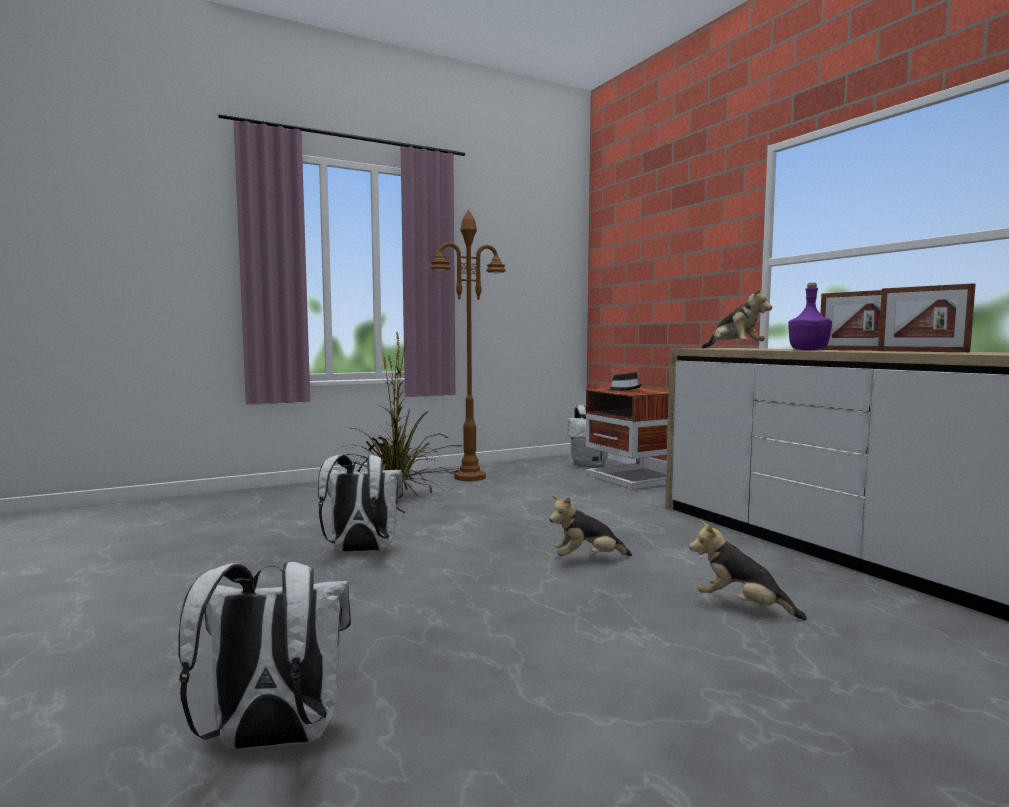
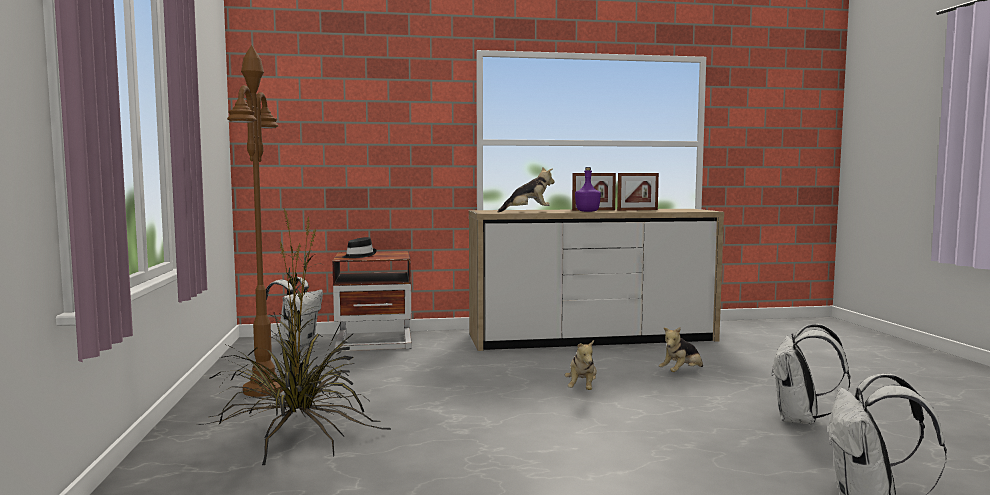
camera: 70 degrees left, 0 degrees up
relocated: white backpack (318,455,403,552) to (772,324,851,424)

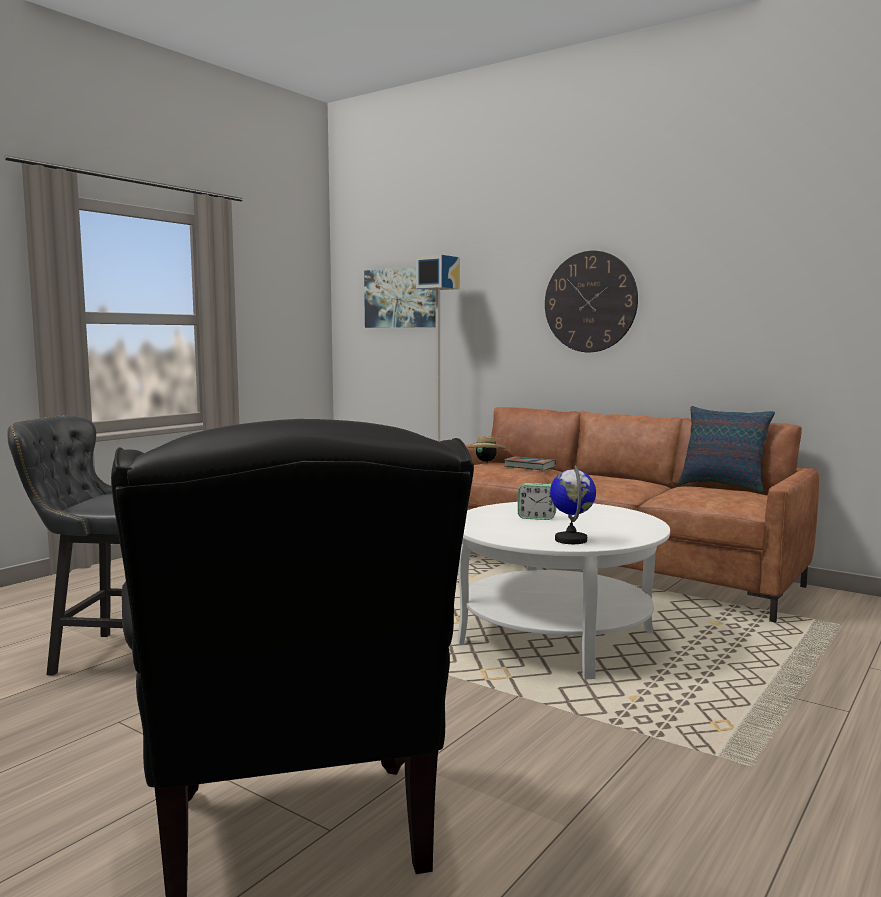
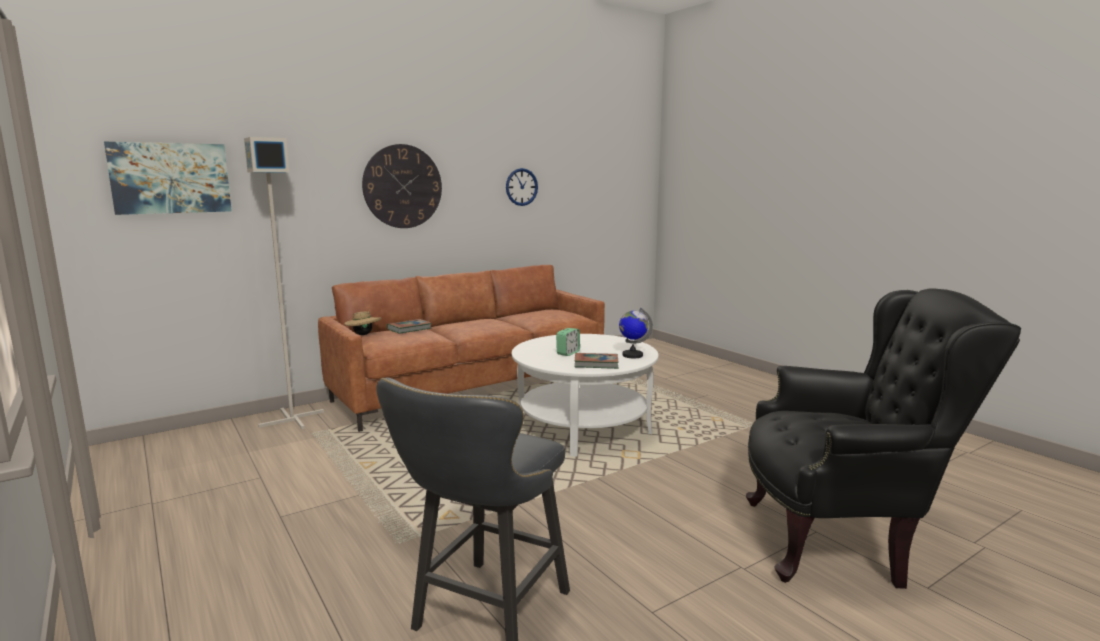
camera: 70 degrees left, 5 degrees up
missing: blue pillow (678,406,775,493)
appeared: wall clock (506,168,538,206); book (575,353,619,369)

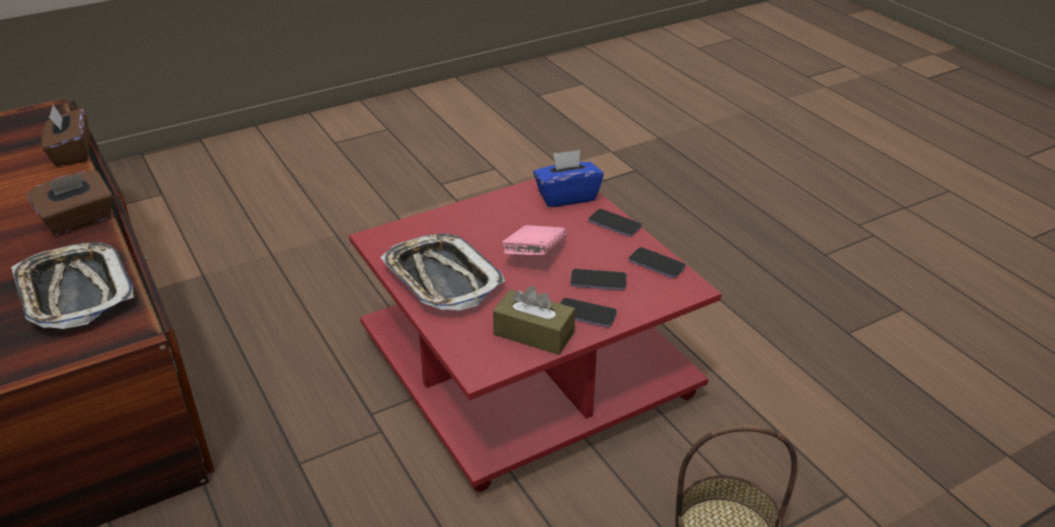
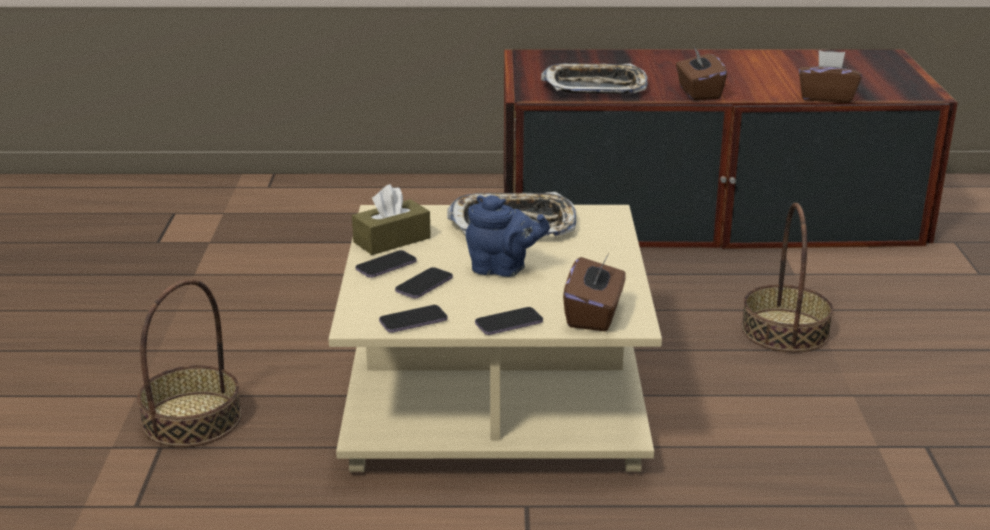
camera: 120 degrees right, 10 degrees down
appeared: basket (741,203,833,353)
exchanged: pink book (501,225,567,255) to blue teapot (466,195,550,277)
colour: blue tissue box (533,150,604,207) to brown tissue box (563,255,626,331); red coffee table (349,179,722,492) to beige coffee table (328,205,662,472)

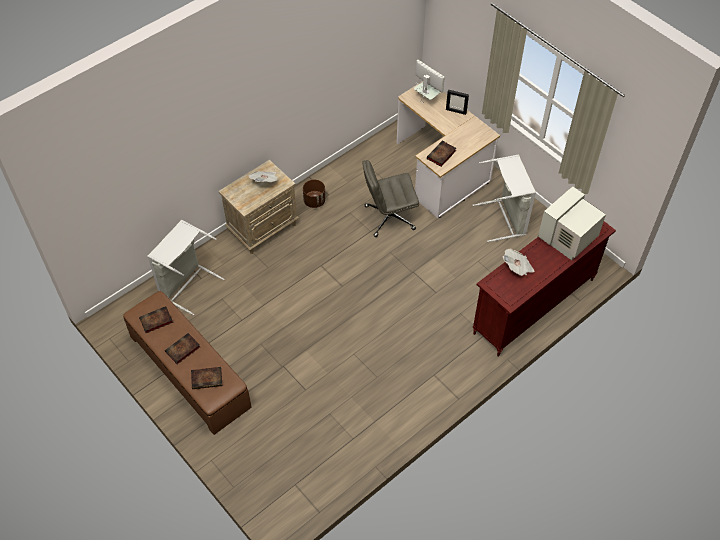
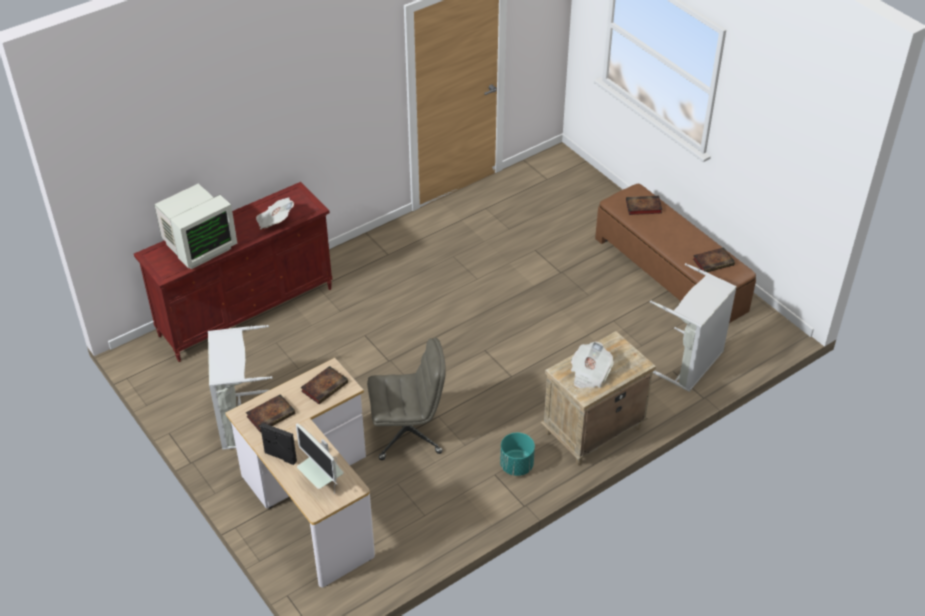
camera: 175 degrees left, 10 degrees down
relocated: book (165,333,200,364) to (246,394,295,433)
colour: brown planter (303,179,326,208) to turquoise planter (500,433,535,476)

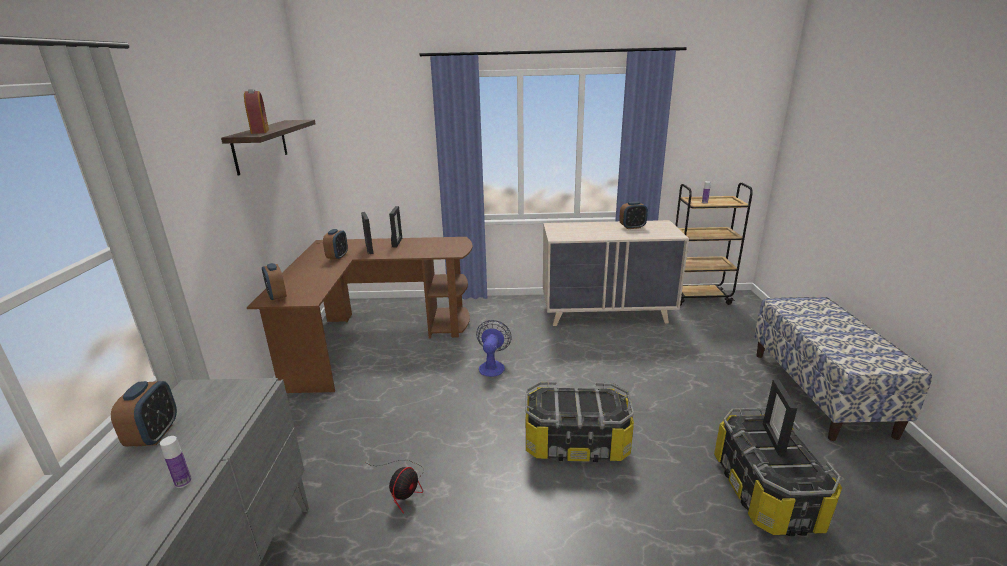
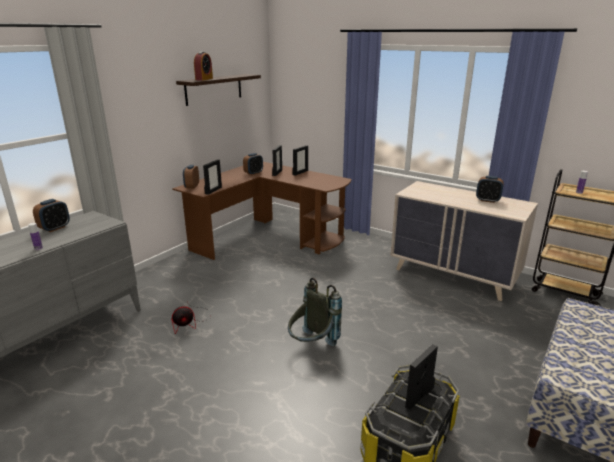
camera: 35 degrees right, 0 degrees up
missing: fan (476,320,512,377)
appeared: picture frame (203,160,222,195)
exchanged: storage box (525,382,634,462) to grey backpack (288,278,342,346)

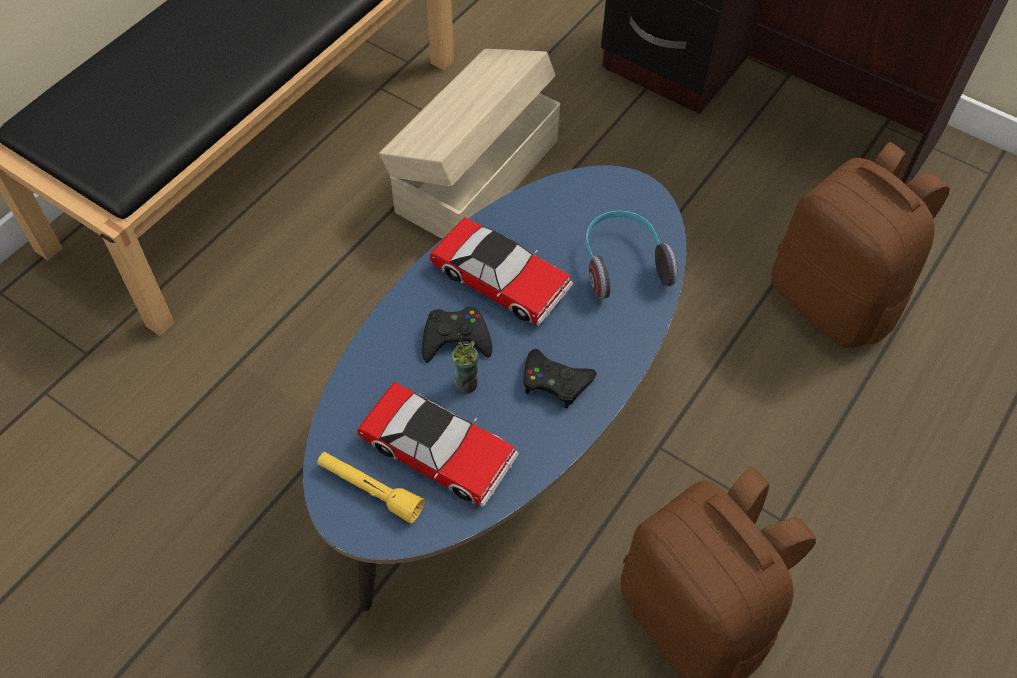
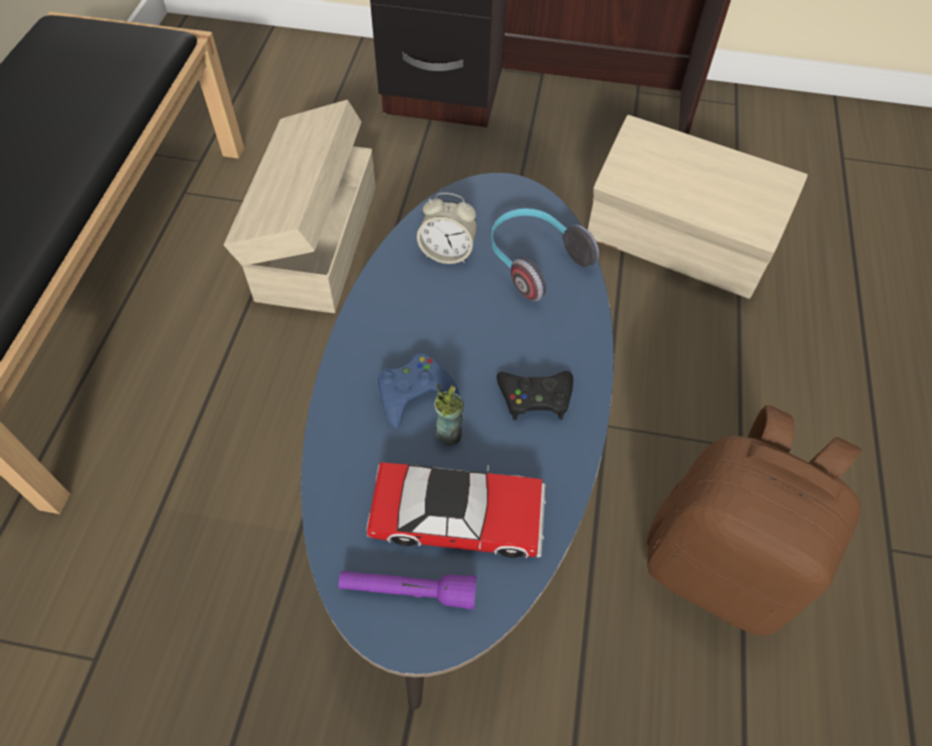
camera: 25 degrees left, 0 degrees up
missing: toy car (429,217,573,326)
appeared: alarm clock (417,193,477,264)
exchanged: brown backpack (771,142,950,348) to beige storage box (588,115,808,299)
colour: black game controller (422,307,492,363) to blue game controller (377,353,459,429); yellow flashlight (317,452,425,524) to purple flashlight (339,571,477,610)

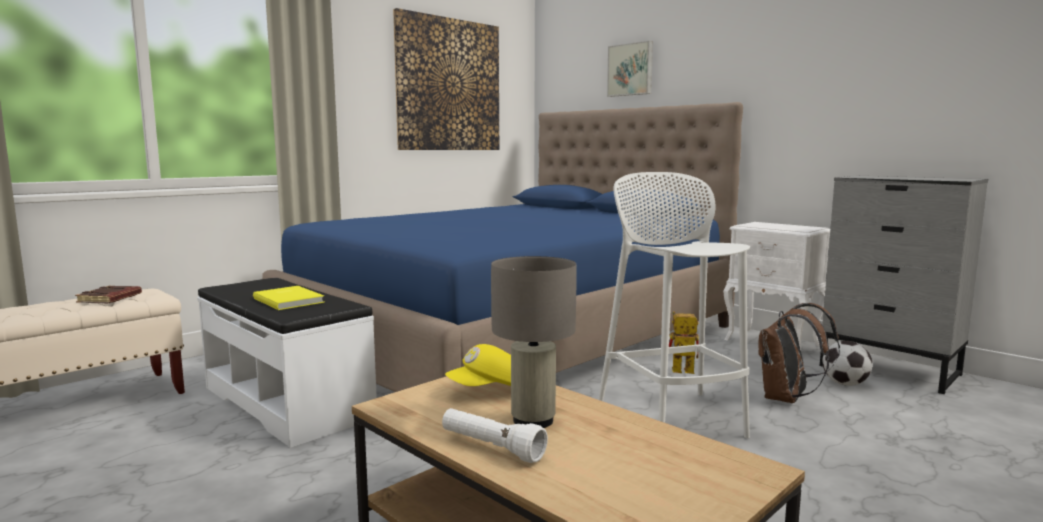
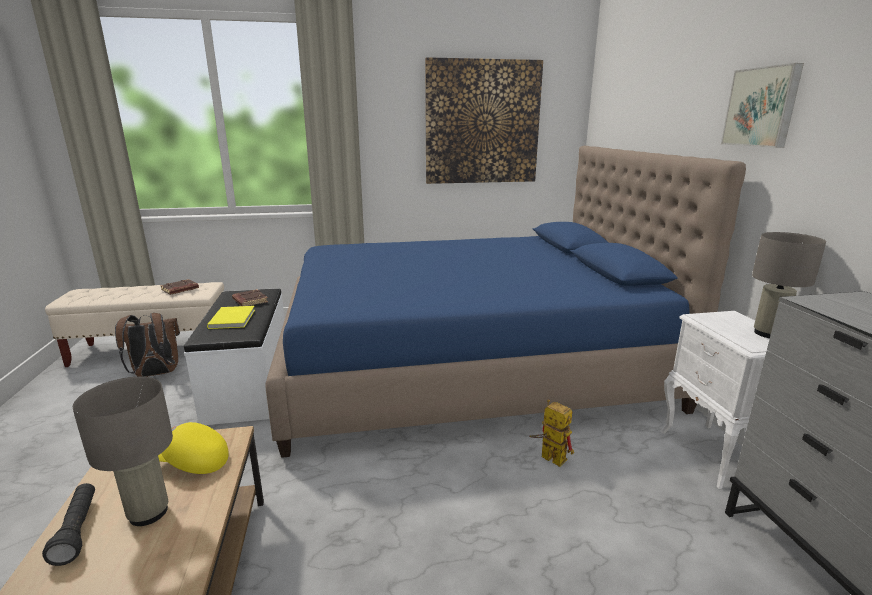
camera: 35 degrees right, 10 degrees up
missing: white stool (598,172,750,438); football (822,341,872,386)
appeared: grey table lamp (752,232,826,338); brown book (232,289,268,306)
relocated: picture (607,41,653,97) to (721,63,804,148); brown backpack (759,303,840,403) to (115,313,180,377)
colour: white flashlight (442,408,548,463) to black flashlight (42,483,95,566)

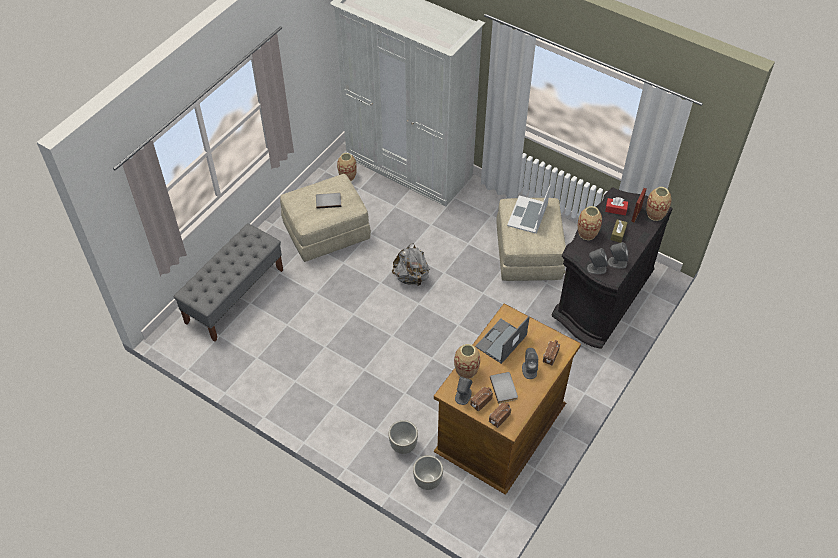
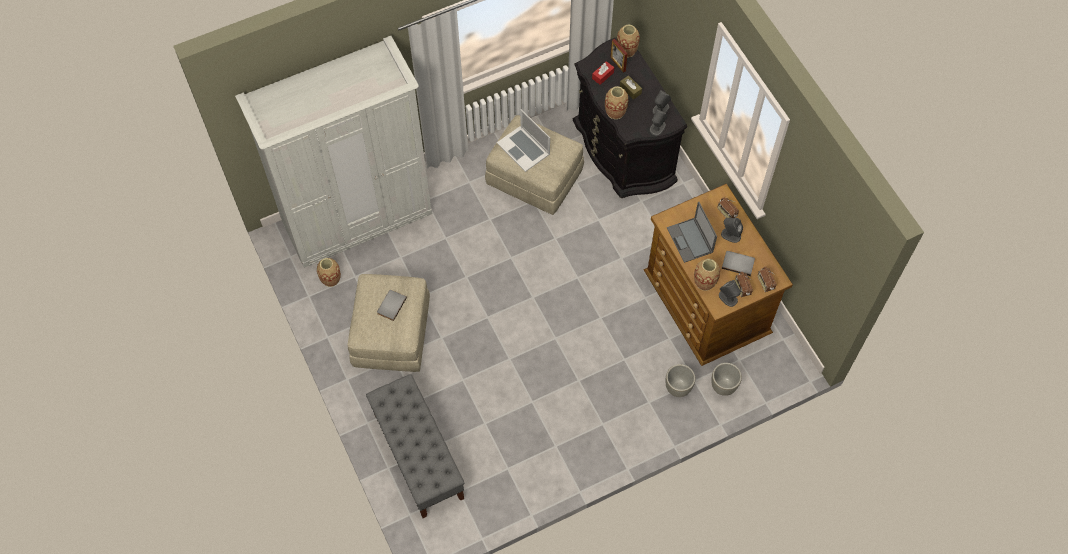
camera: 60 degrees left, 10 degrees up
missing: grey backpack (392,243,430,286)

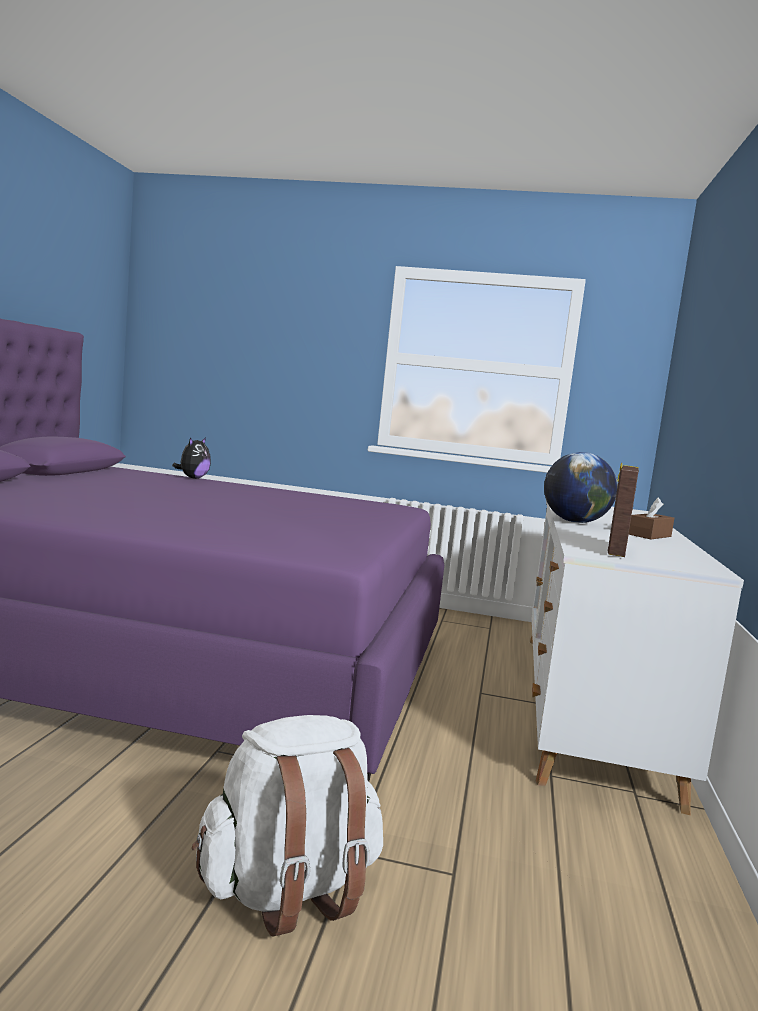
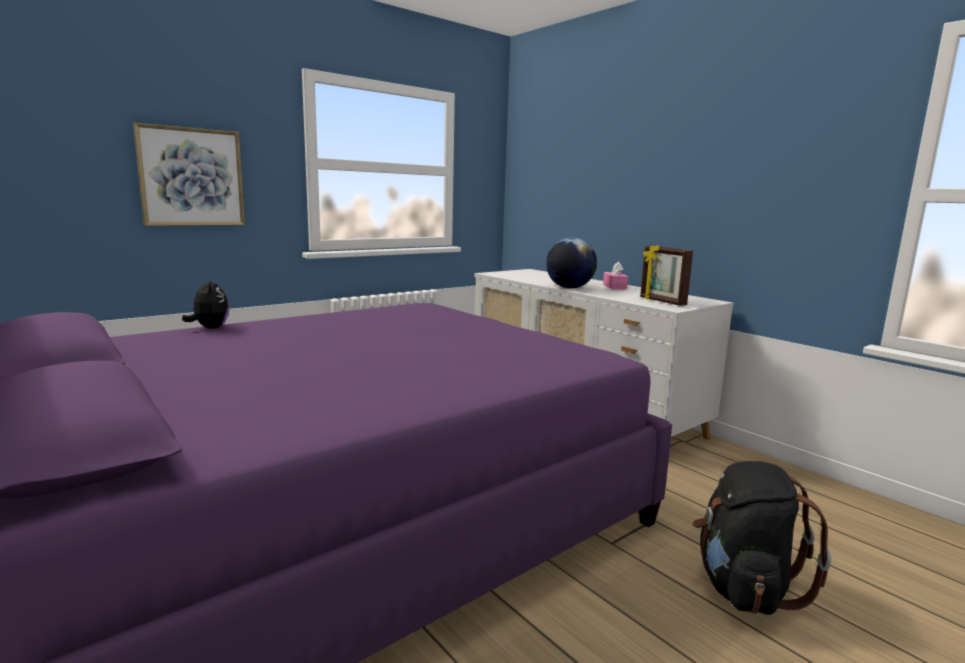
camera: 50 degrees left, 5 degrees up
appeared: picture (133,123,245,226)
colour: brown tissue box (629,498,674,539) to pink tissue box (603,262,628,290); white backpack (192,715,383,937) to black backpack (693,461,831,615)

